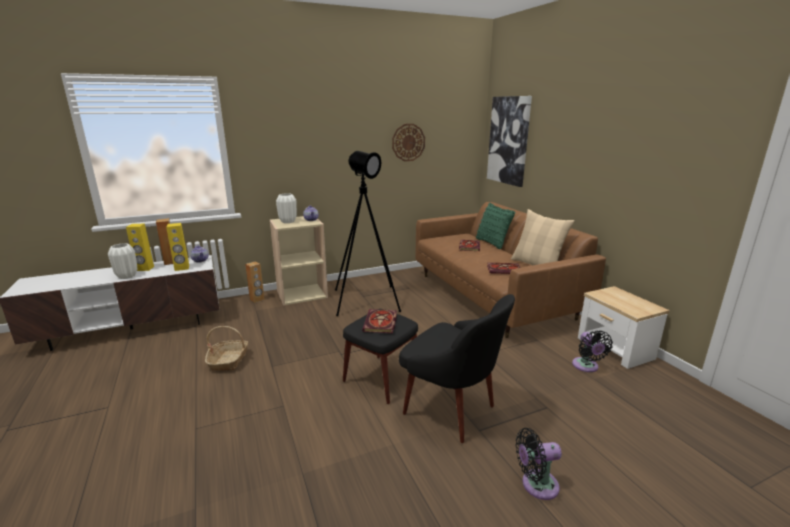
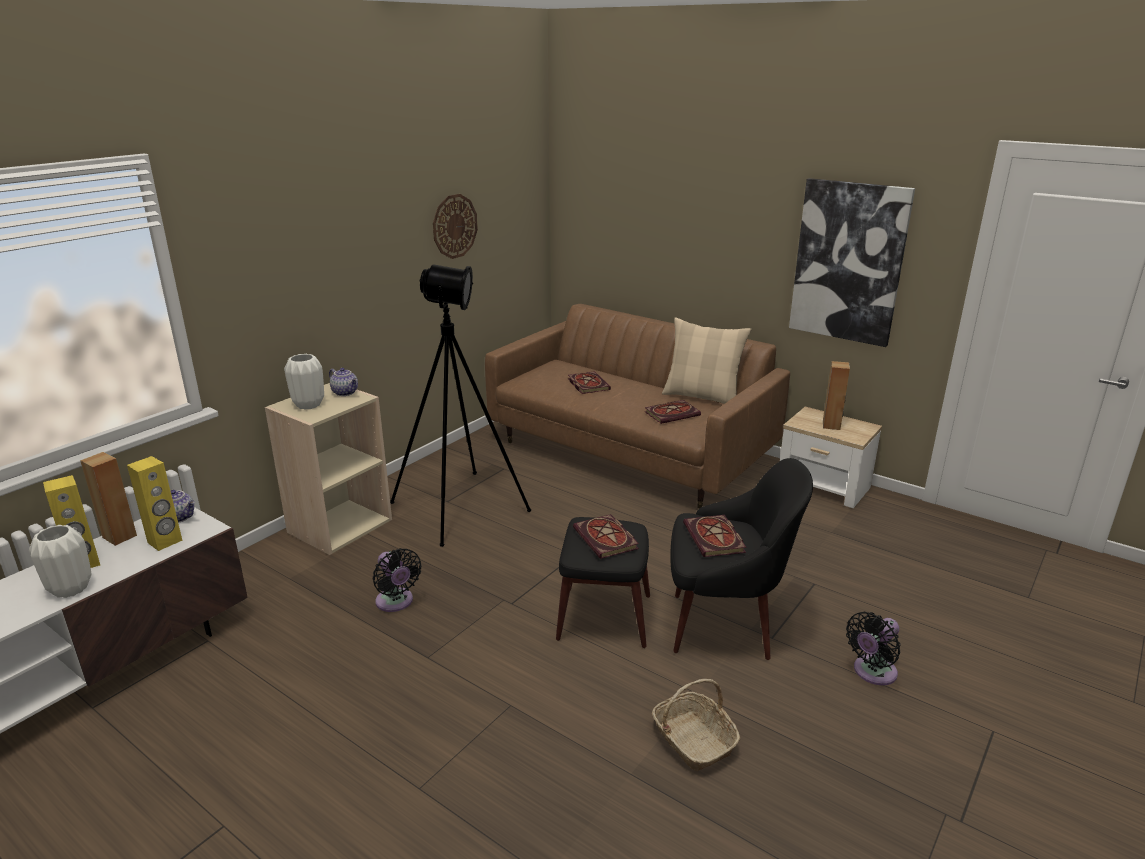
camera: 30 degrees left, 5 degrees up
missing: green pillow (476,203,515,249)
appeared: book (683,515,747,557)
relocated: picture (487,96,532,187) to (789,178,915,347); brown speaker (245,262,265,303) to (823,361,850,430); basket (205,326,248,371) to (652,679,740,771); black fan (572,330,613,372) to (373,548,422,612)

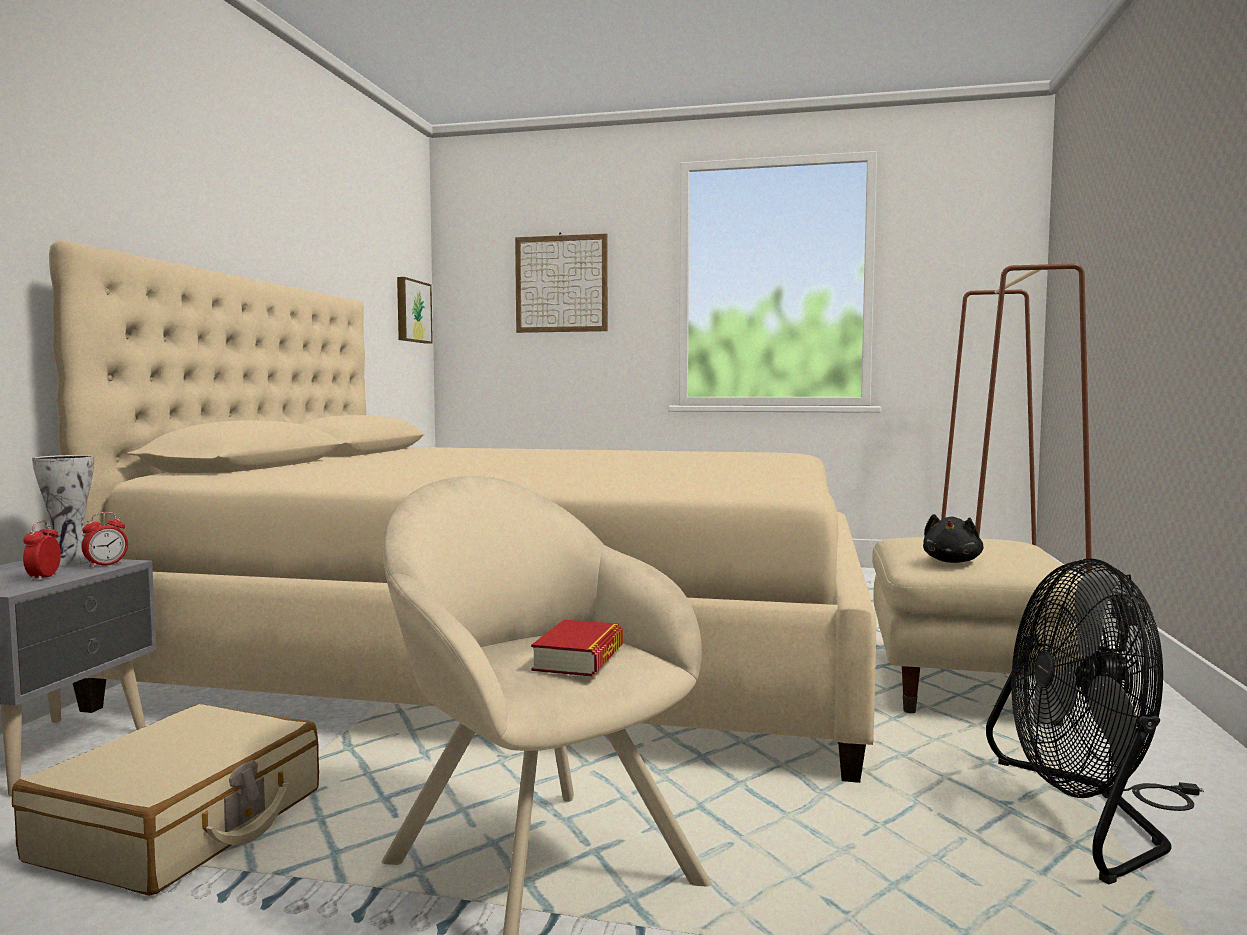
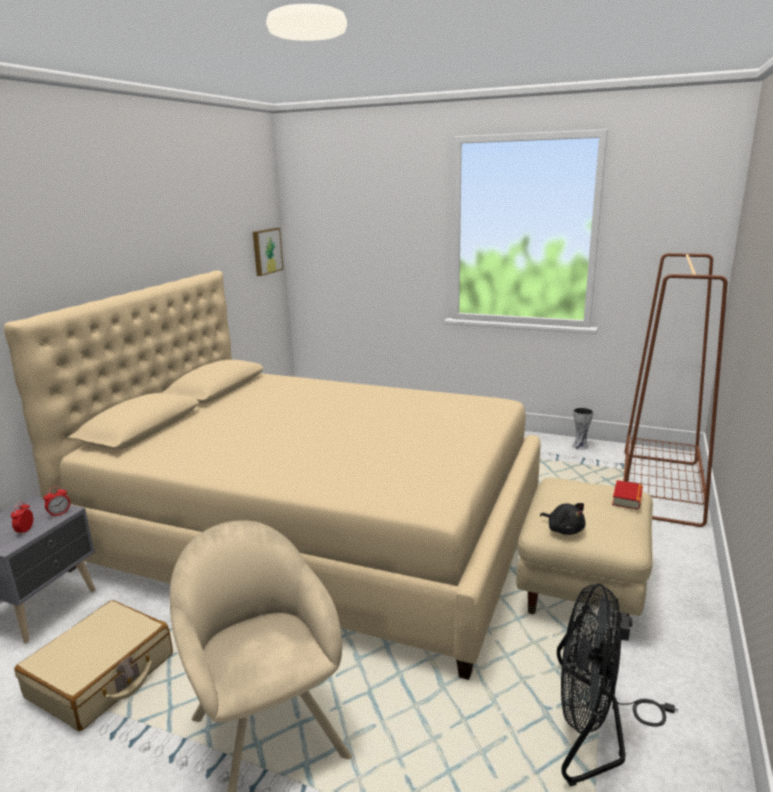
camera: 10 degrees right, 15 degrees up
missing: picture (515,232,608,333)
relocated: vase (32,455,94,566) to (573,407,594,450); book (531,620,623,676) to (612,480,643,510)
spun: black plush toy (923,514,983,563) = (540,503,585,535) 75 degrees counterclockwise

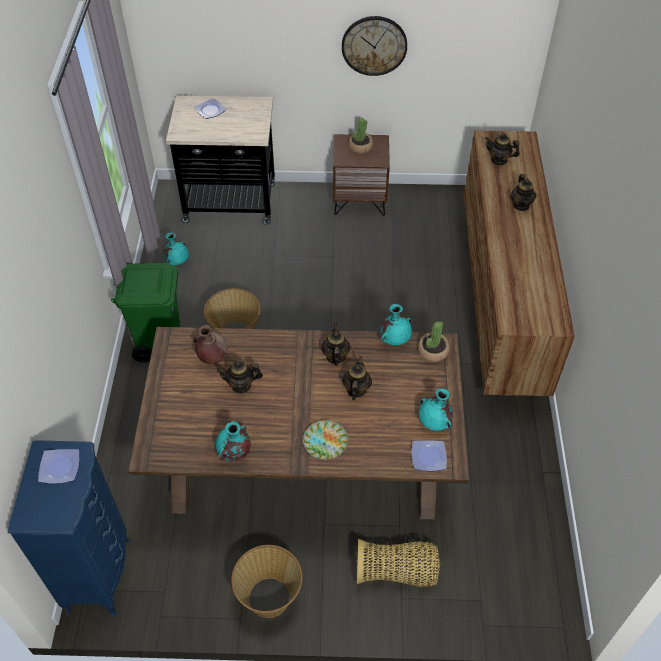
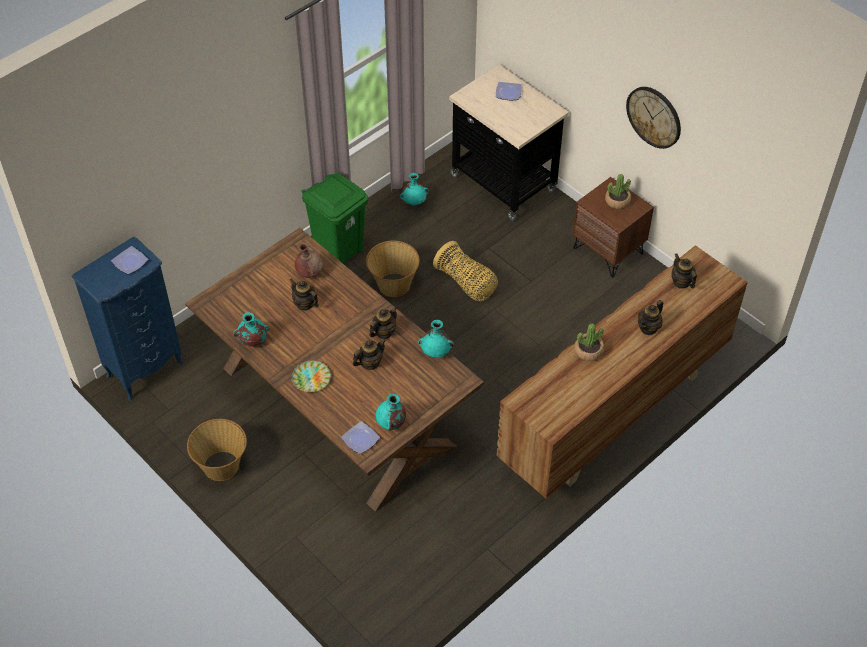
camera: 45 degrees right, 0 degrees up
relocated: potted plant (418,321,450,362) to (575,323,604,361); basket (357,539,440,587) to (433,241,498,302)

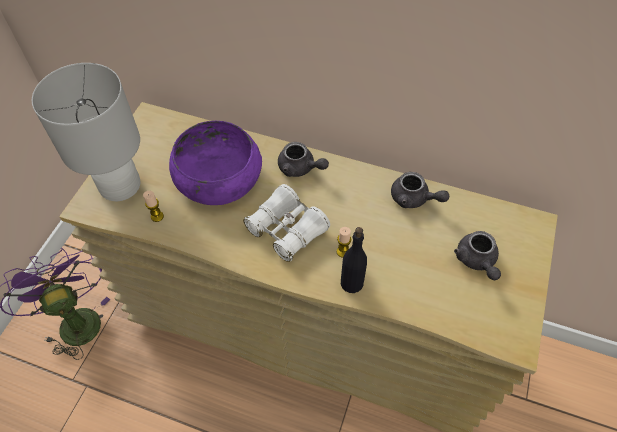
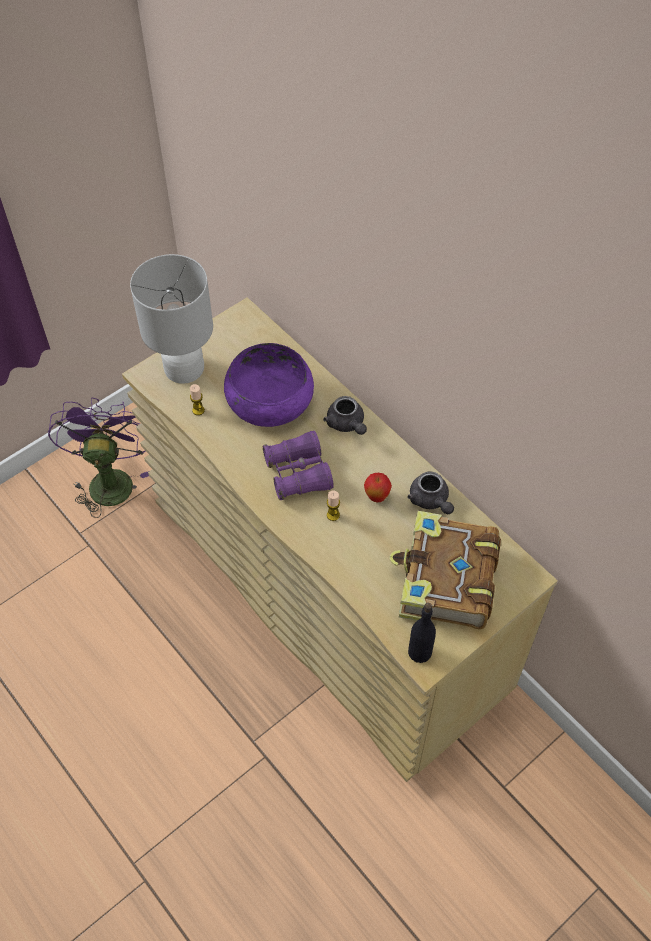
camera: 30 degrees right, 0 degrees up
appeared: apple (364,473,392,502)
relocated: black bottle (341,227,367,293) to (408,603,436,663)
exchanged: grey teapot (454,231,501,280) to book (390,511,501,629)
colour: white binoculars (243,184,330,262) to purple binoculars (263,431,334,500)

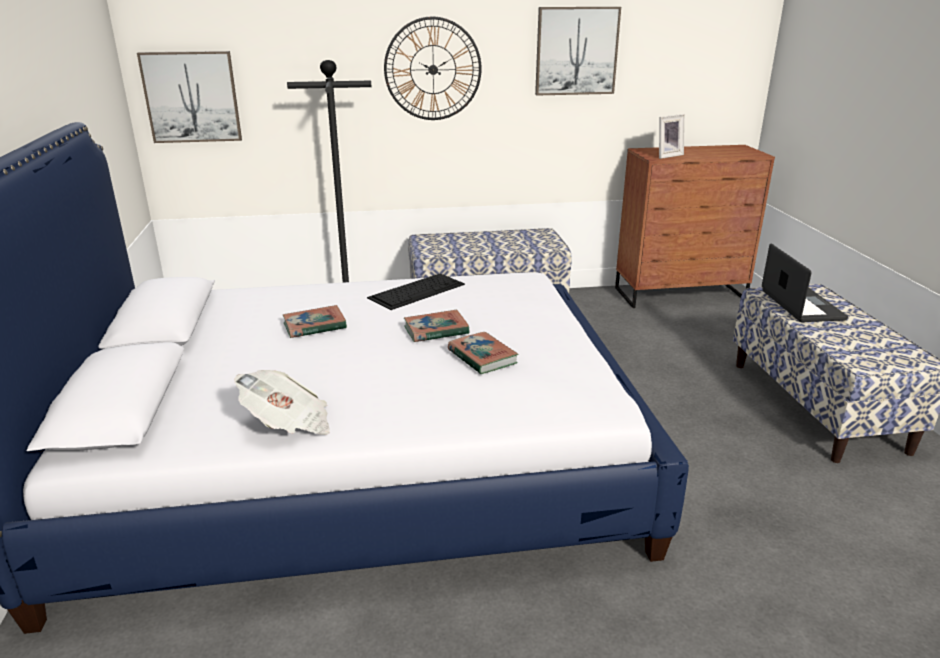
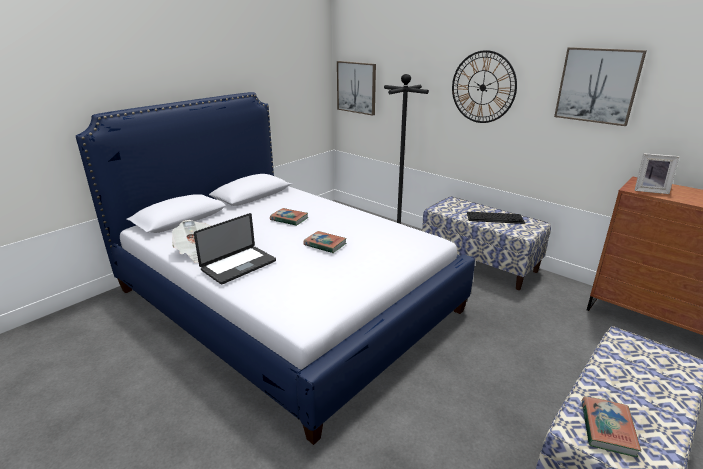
camera: 50 degrees right, 0 degrees up
relocated: laptop (762,243,848,322) to (194,213,276,284); keyboard (367,273,465,310) to (467,212,525,224); book (448,332,519,374) to (582,396,641,457)

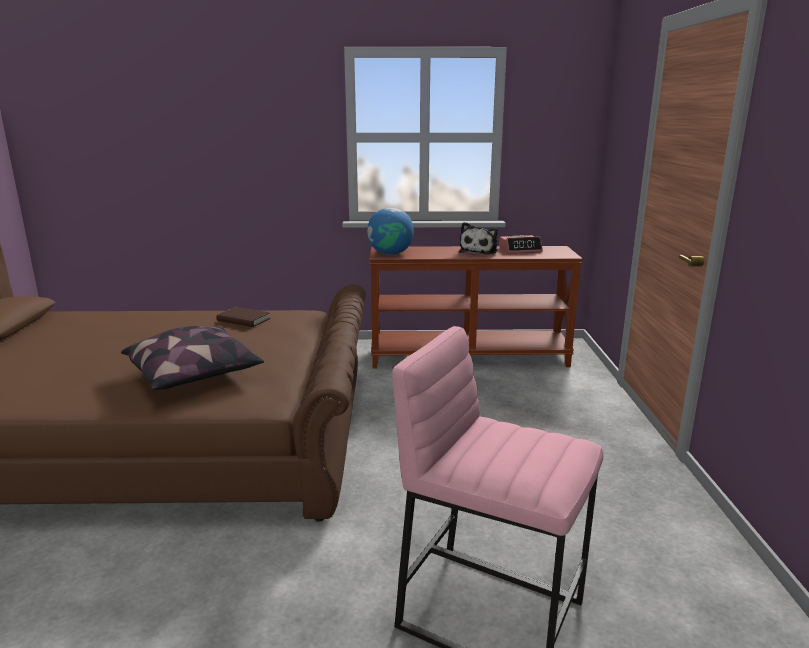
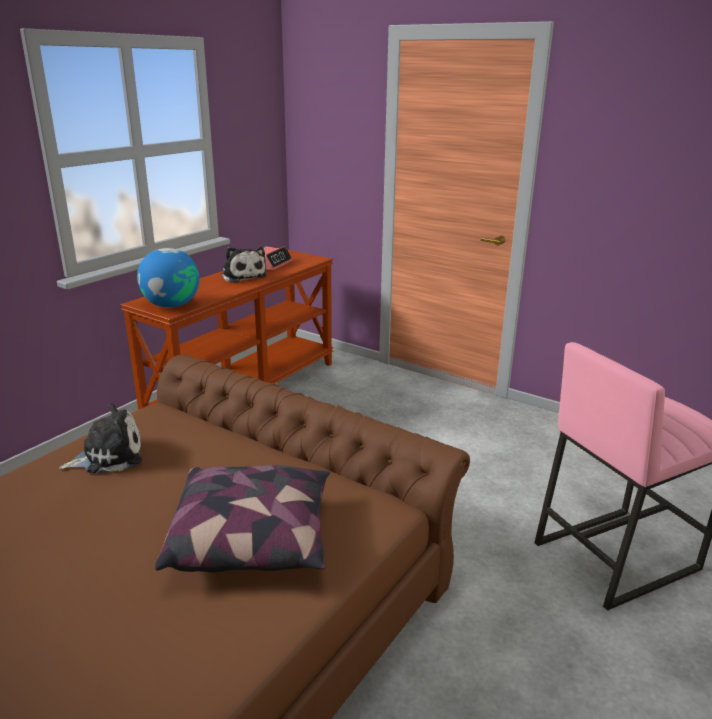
camera: 55 degrees left, 5 degrees up
exchanged: brown book (217,307,270,327) to plush toy (59,403,142,473)

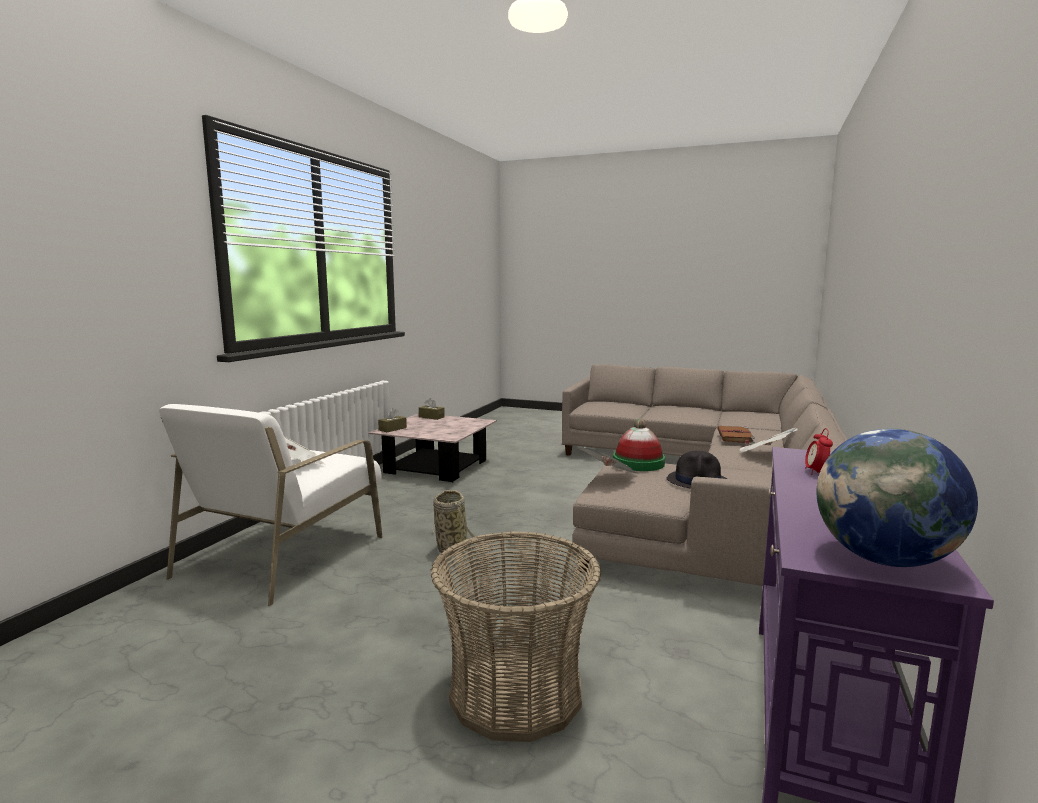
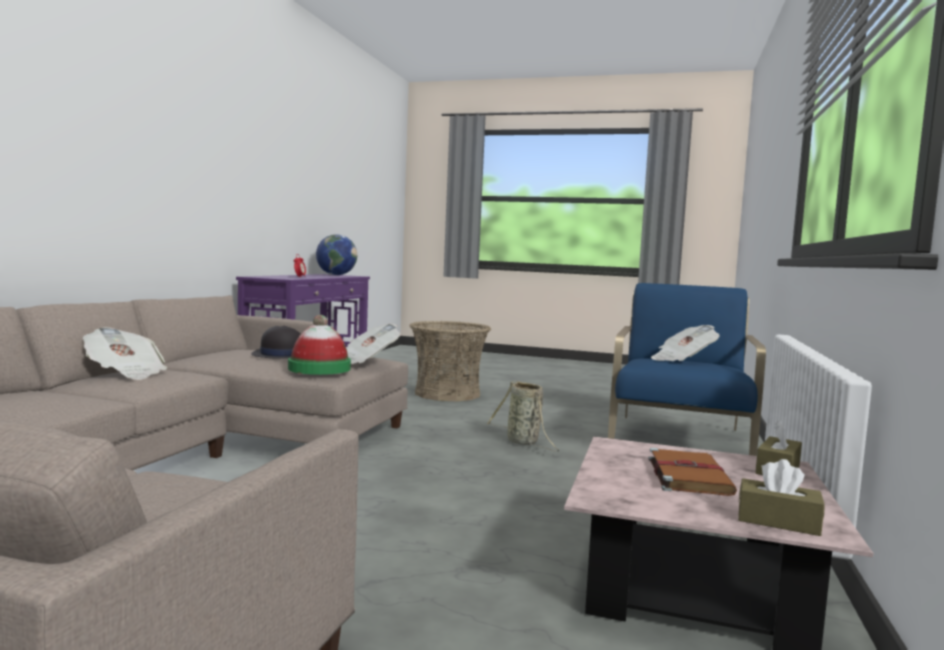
camera: 175 degrees right, 5 degrees down
relocated: brown book (718,426,755,444) to (648,448,737,496)
colour: white armchair (159,404,383,606) to blue armchair (608,283,766,456)

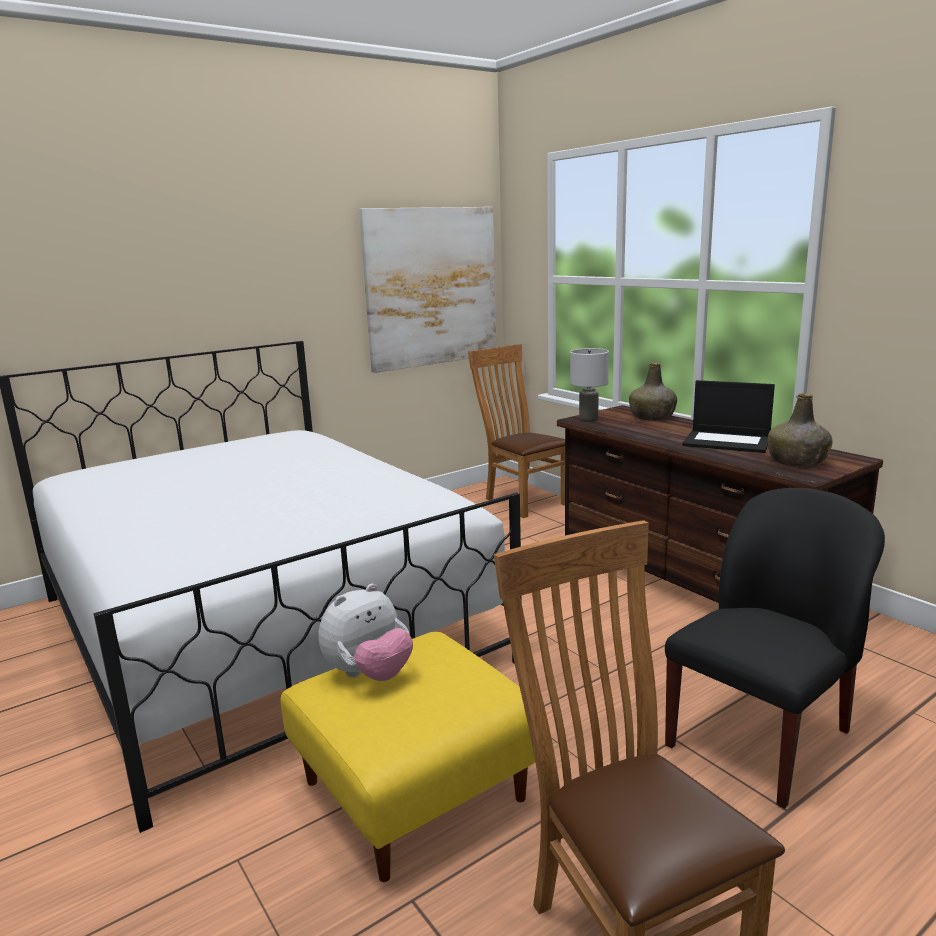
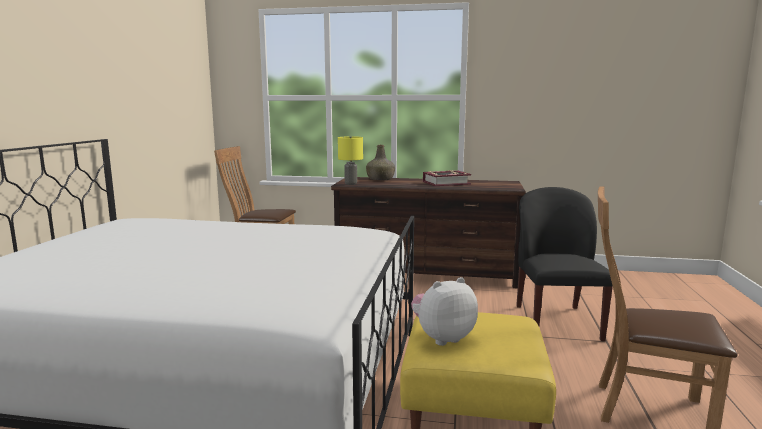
camera: 45 degrees left, 5 degrees down
missing: picture (359,207,496,373); green bottle (768,394,833,467)
exchanged: laptop (682,380,775,453) to book (423,170,471,186)
colour: white table lamp (570,348,609,422) to yellow table lamp (338,136,363,185)
spun: plush toy (318,584,413,681) = (411,277,478,346) 120 degrees counterclockwise

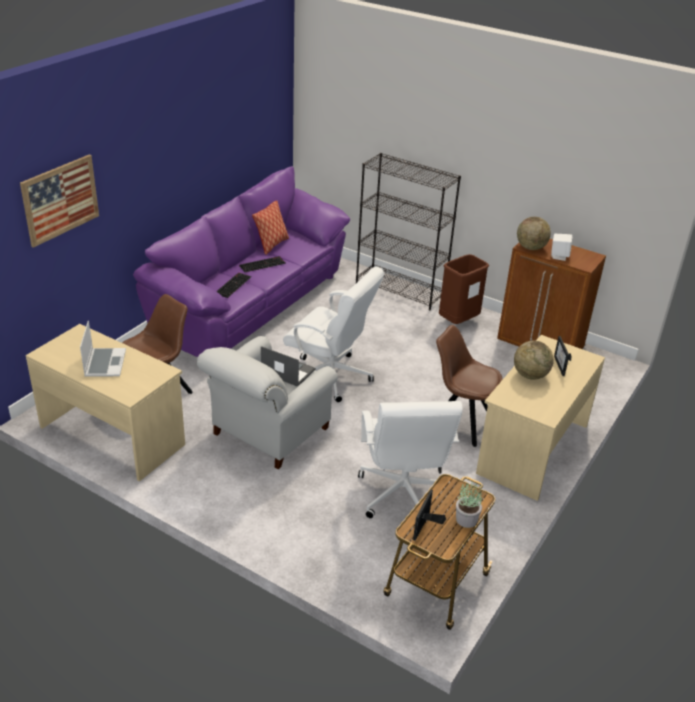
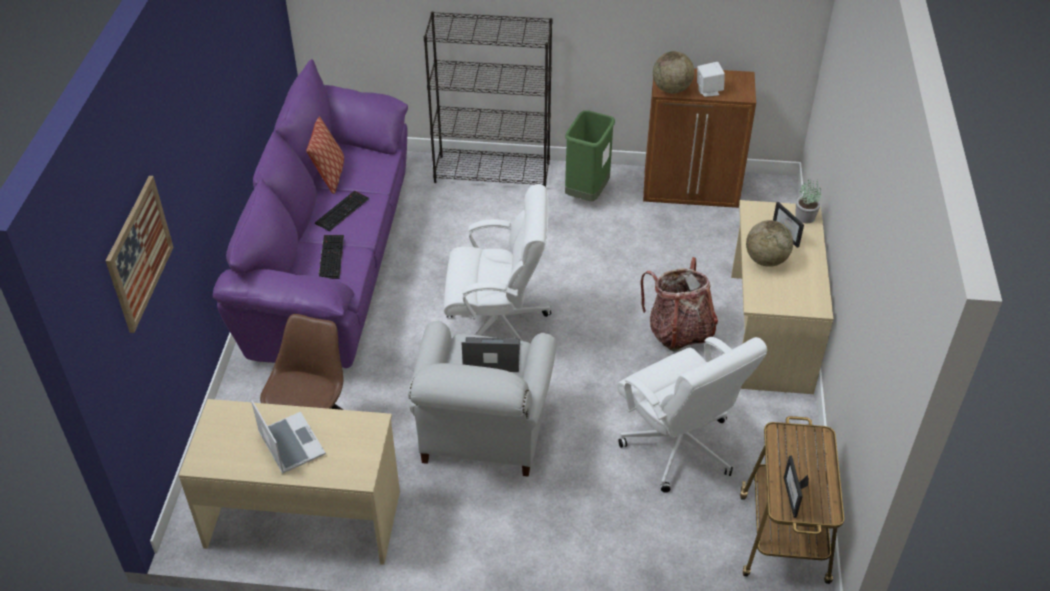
camera: 25 degrees left, 10 degrees up
relocated: potted plant (456,481,482,528) to (795,179,821,223)
exchanged: brown chair (436,325,503,447) to backpack (641,257,718,352)
colour: brown trash can (439,254,489,324) to green trash can (565,110,615,201)

